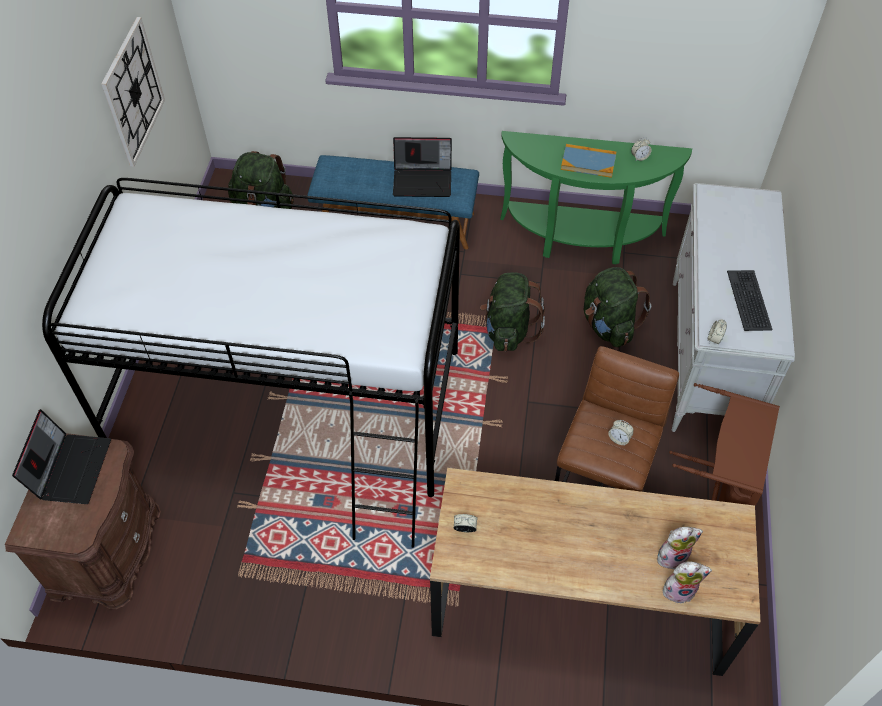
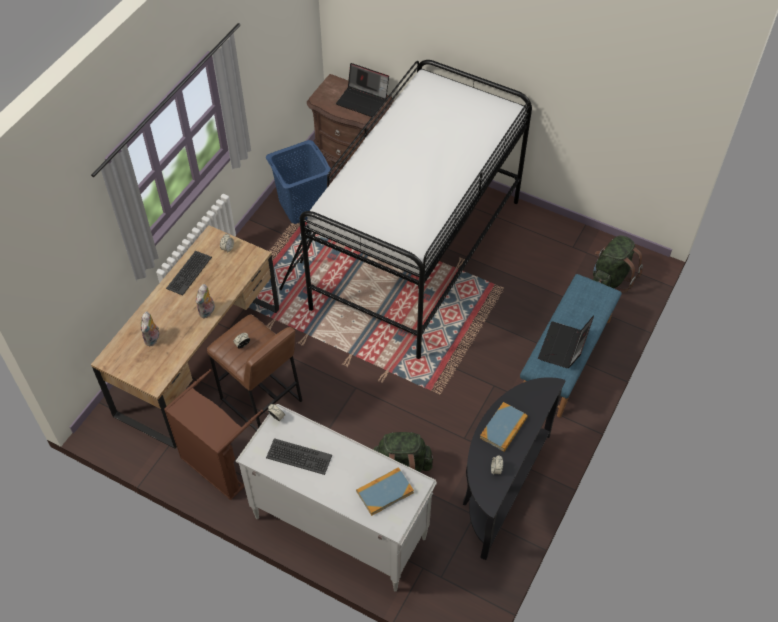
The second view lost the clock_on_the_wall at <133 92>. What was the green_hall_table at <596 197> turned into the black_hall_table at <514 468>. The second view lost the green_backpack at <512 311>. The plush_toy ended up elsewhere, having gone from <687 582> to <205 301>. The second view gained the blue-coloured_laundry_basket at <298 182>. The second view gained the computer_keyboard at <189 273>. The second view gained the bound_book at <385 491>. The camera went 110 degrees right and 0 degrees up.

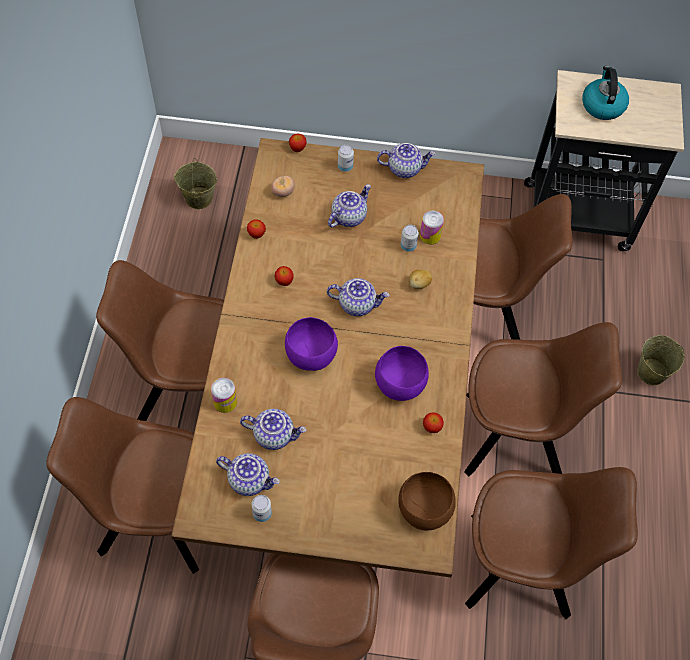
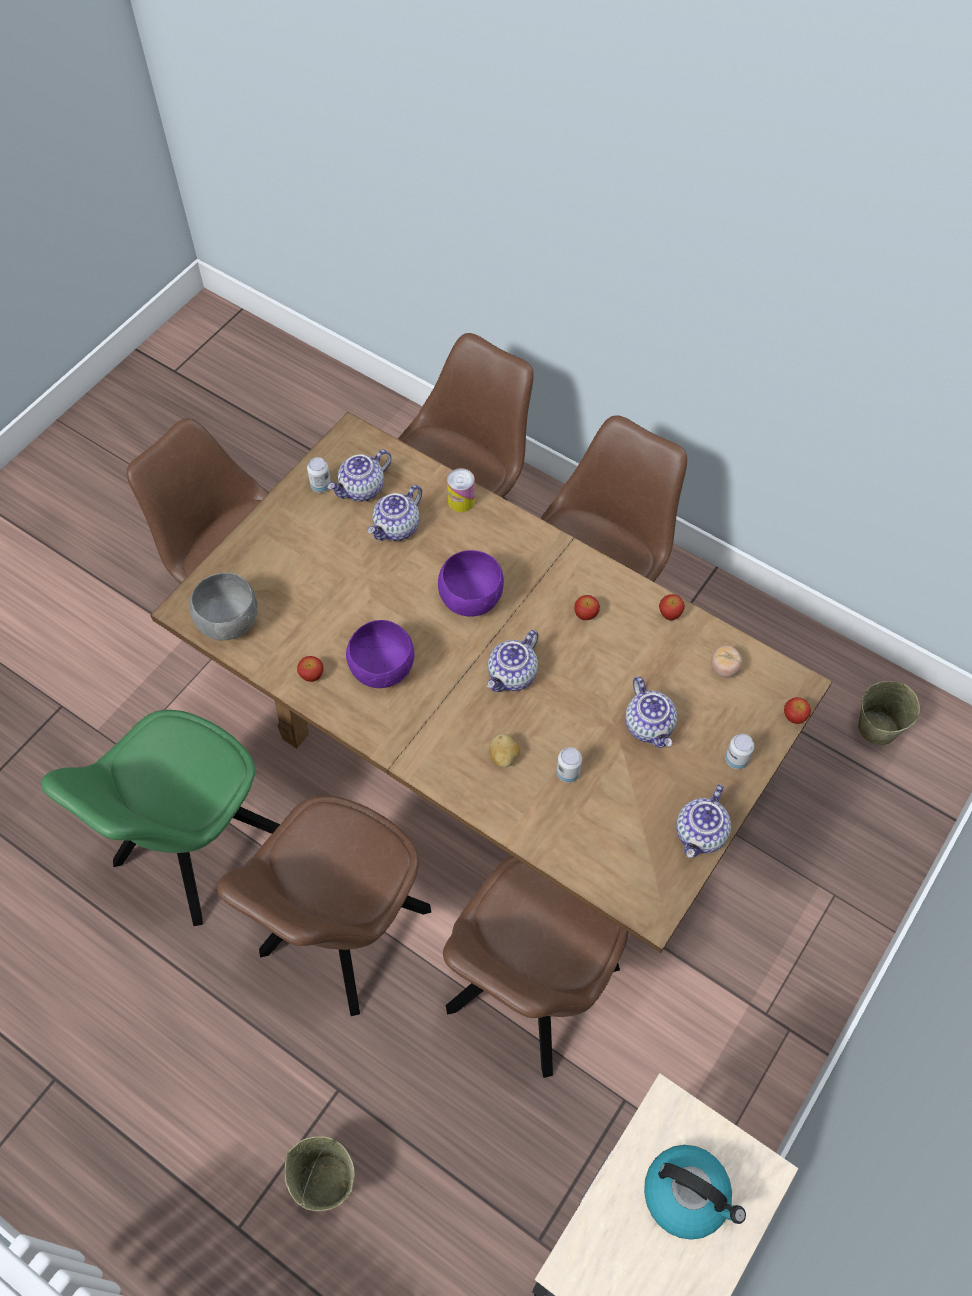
The second view lost the sealed_can at <432 228>. What was the brown-coloured_chair at <551 543> turned into the green_chair at <160 818>. What was the brown-coloured_bowl at <427 501> turned into the grey_bowl at <223 606>. The camera went 120 degrees right and 0 degrees up.

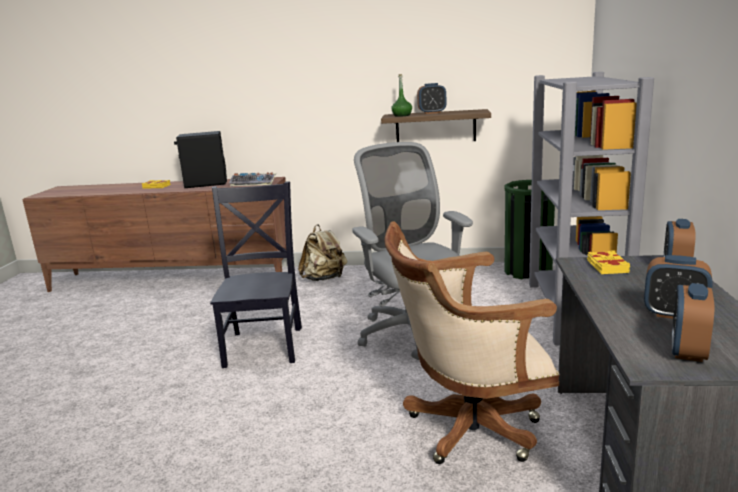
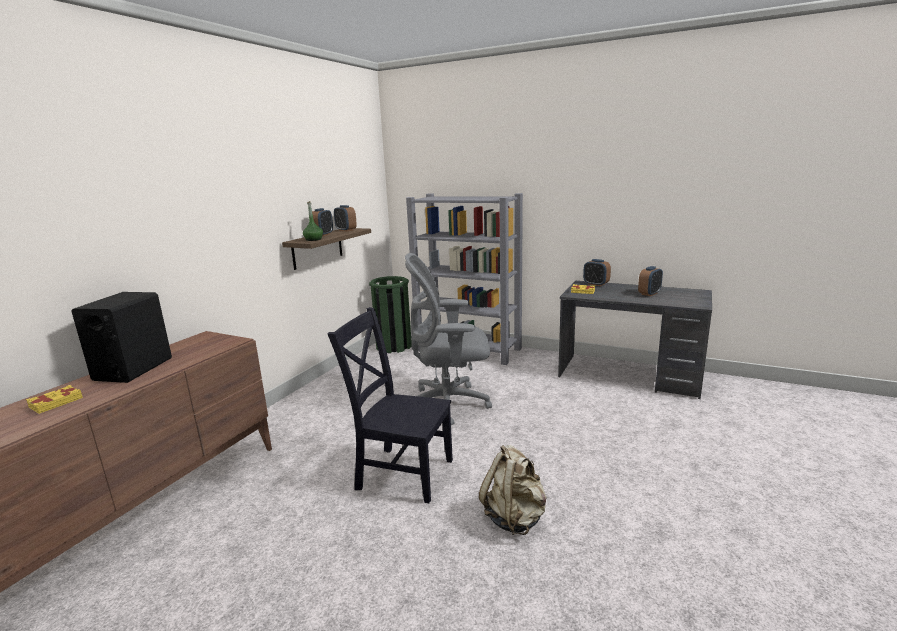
The second view lost the computer_keyboard at <252 179>. The second view lost the computer_chair at <471 342>. The sand-coloured_backpack ended up elsewhere, having gone from <322 252> to <513 490>. The table_clock ended up elsewhere, having gone from <693 322> to <345 218>. The camera went 70 degrees left and 0 degrees up.

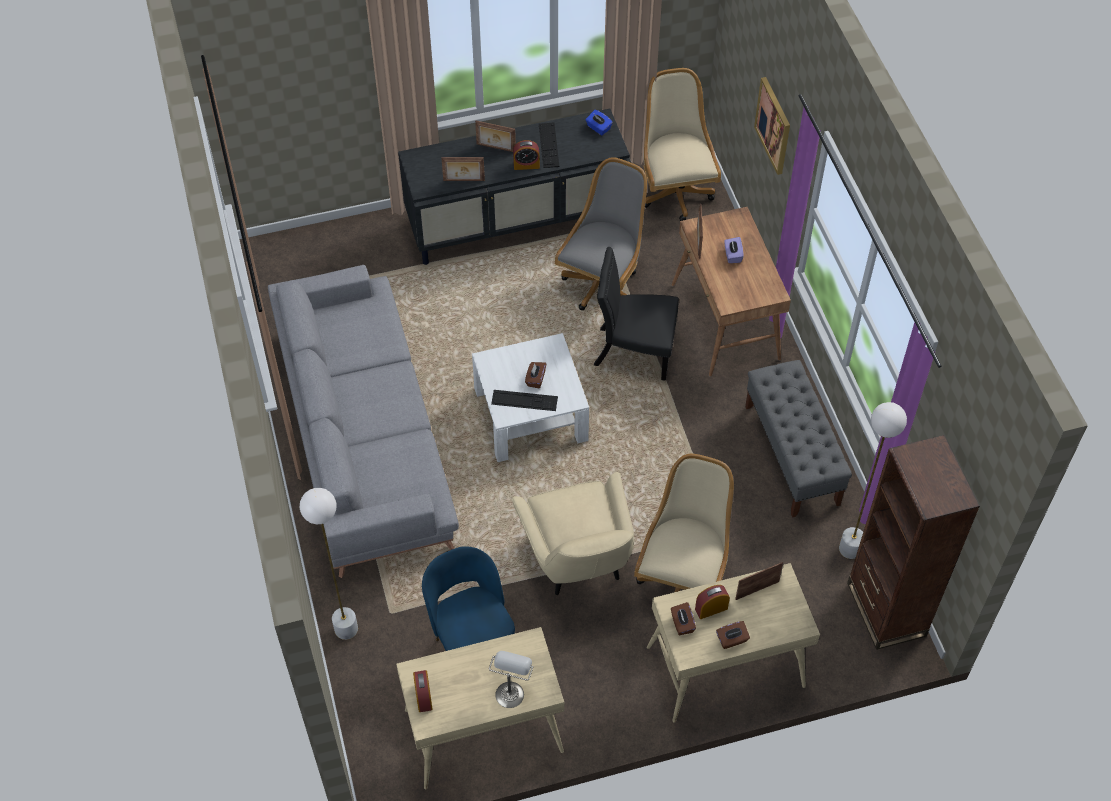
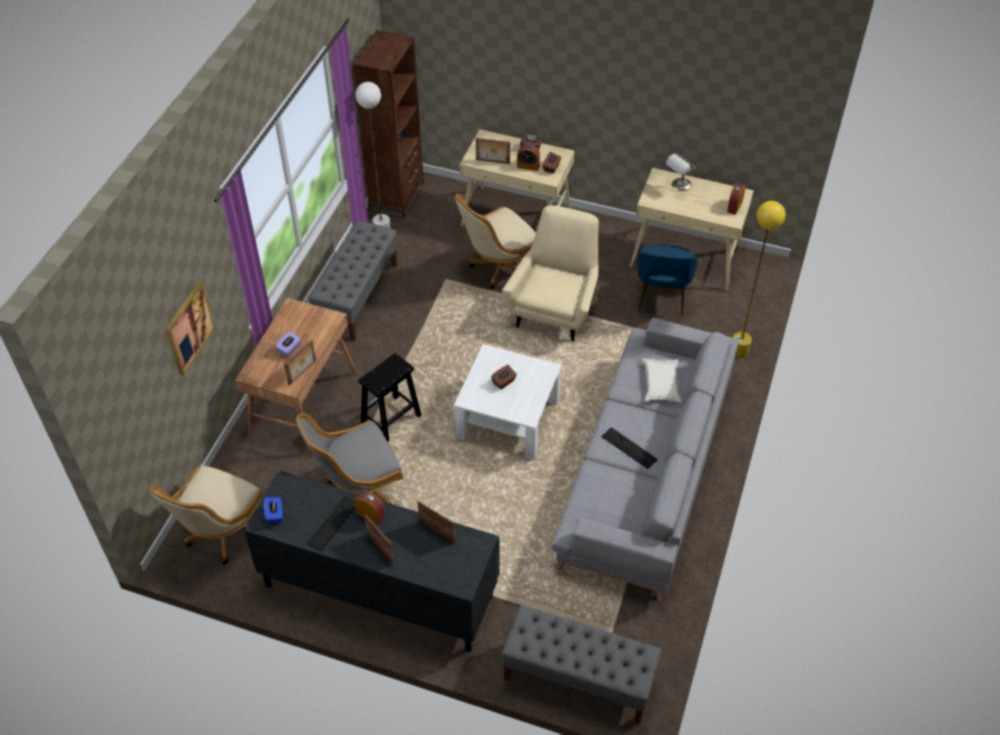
Where the black_chair stood at <636 314>, the black_stool came to stand at <390 397>. The computer_keyboard ended up elsewhere, having gone from <524 400> to <629 448>. What was the white-coloured_floor_lamp at <329 564> turned into the yellow-coloured_floor_lamp at <759 279>. The second view gained the white-coloured_throw_pillow at <662 380>. The second view gained the grey_indoor_bench at <581 664>. The camera went 145 degrees left and 5 degrees down.

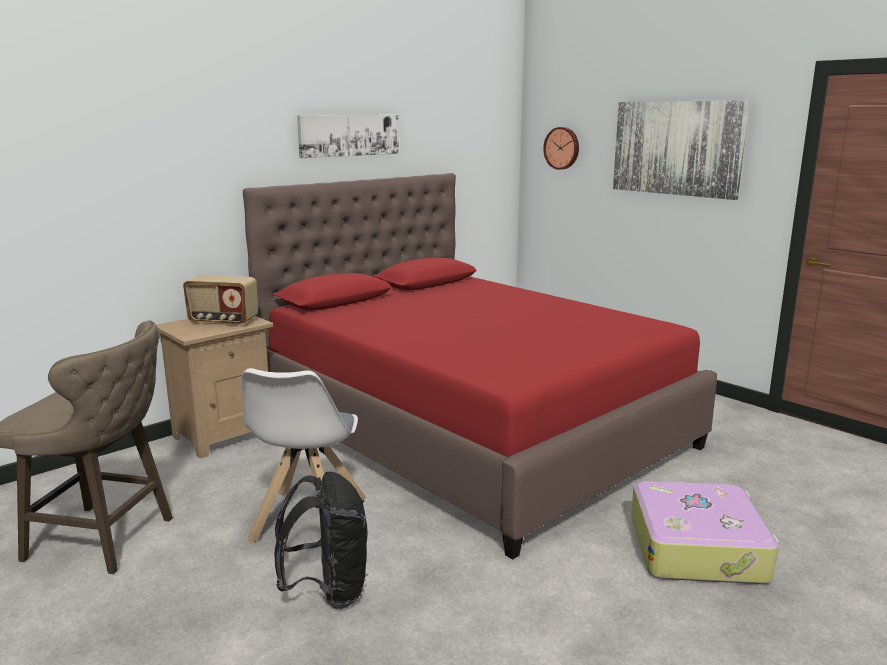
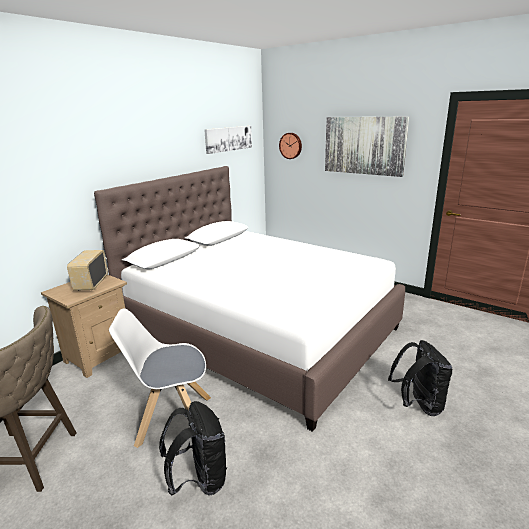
The wall_picture ended up elsewhere, having gone from <348 136> to <228 140>. What was the reddish_sleeping_bed at <480 366> turned into the white-coloured_sleeping_bed at <249 299>. The radio_set at <220 300> ended up facing another way, 90 degrees clockwise from before. The chair at <304 455> ended up facing another way, 90 degrees clockwise from before. Where the suitcase stood at <705 532>, the black_backpack came to stand at <420 378>. The camera went 10 degrees left and 5 degrees up.

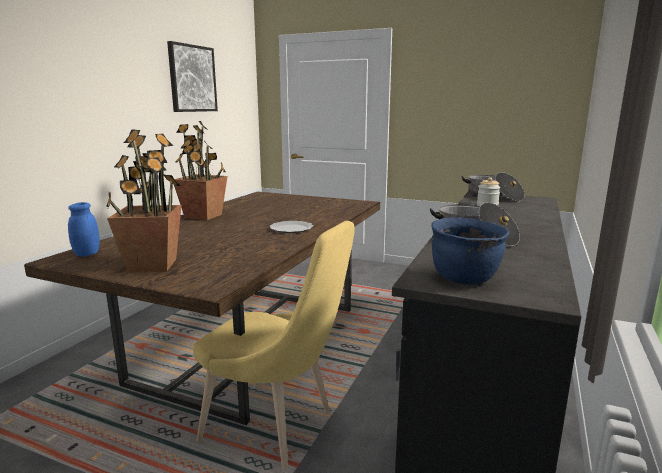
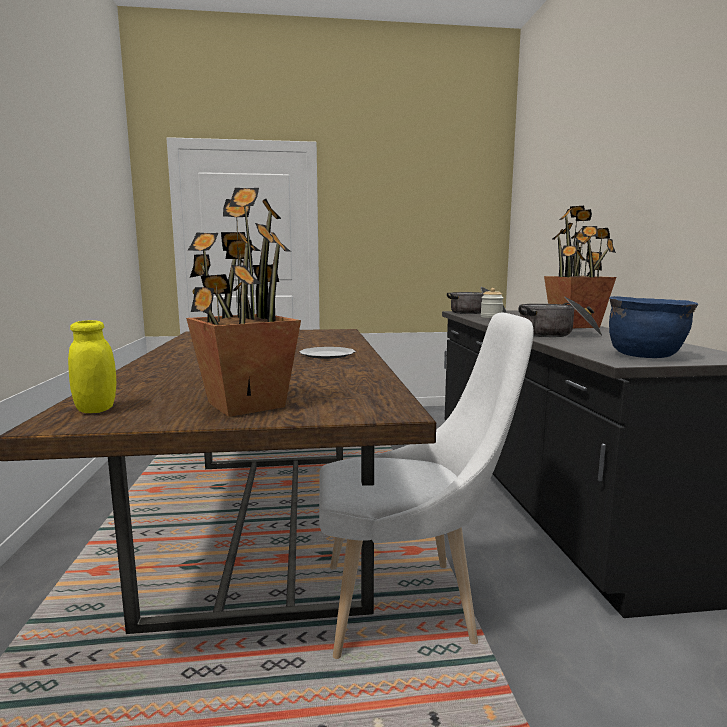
The second view lost the wall_picture at <192 76>. The houseplant ended up elsewhere, having gone from <201 170> to <580 267>. What was the blue-coloured_preserve_jar at <83 229> turned into the yellow-coloured_preserve_jar at <92 366>. What was the yellow-coloured_chair at <274 345> turned into the white-coloured_chair at <426 485>. The camera went 30 degrees left and 5 degrees down.

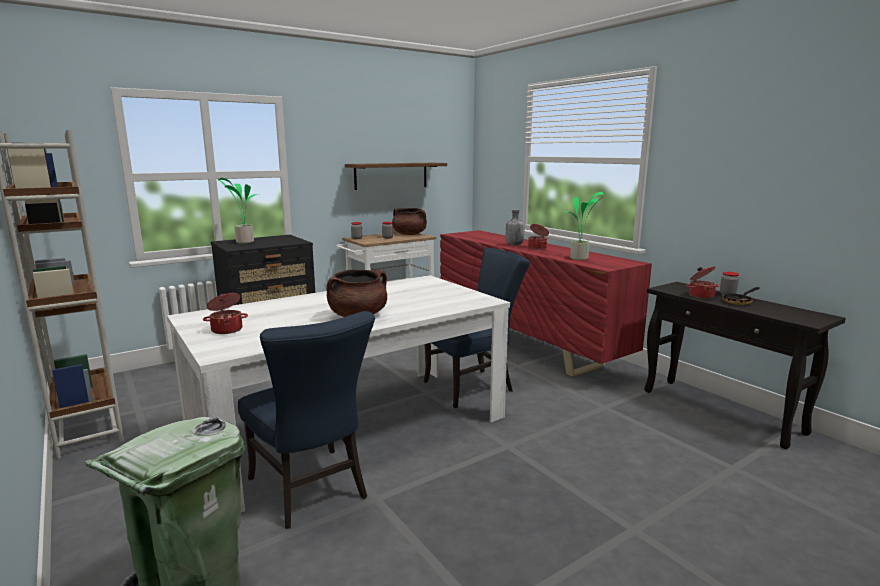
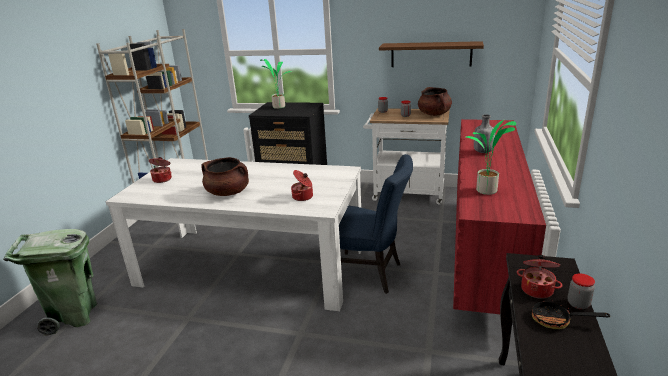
The cooking_pot ended up elsewhere, having gone from <538 236> to <302 185>. The second view lost the blue-coloured_chair at <306 420>. The camera went 50 degrees right and 10 degrees up.

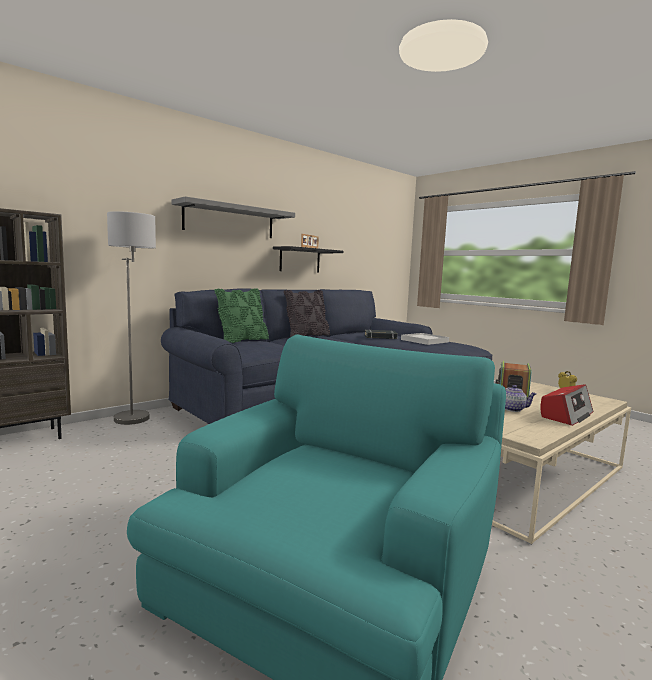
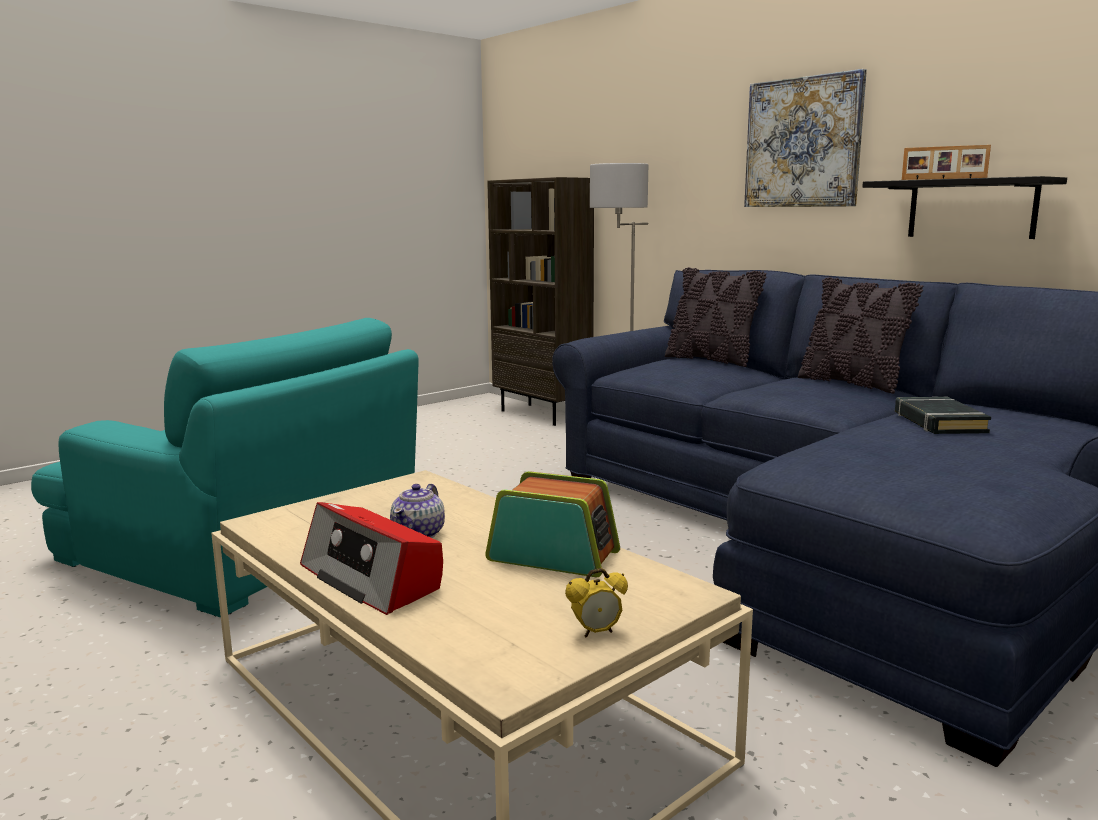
Where the grey_shelf hung at <233 217>, the wall_picture came to hang at <805 138>. What was the green_throw_pillow at <241 315> turned into the black_throw_pillow at <716 317>. The second view lost the white-coloured_serving_tray at <425 339>. The camera went 90 degrees right and 5 degrees up.

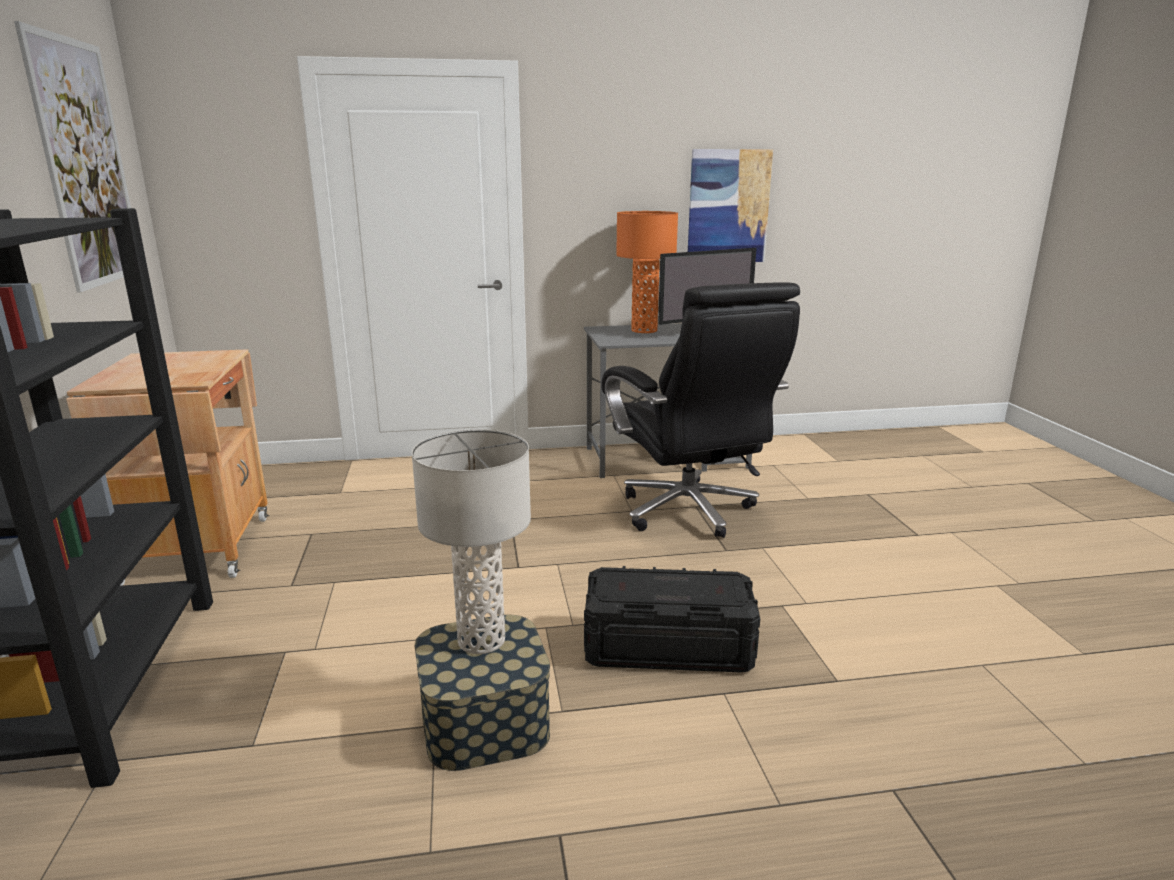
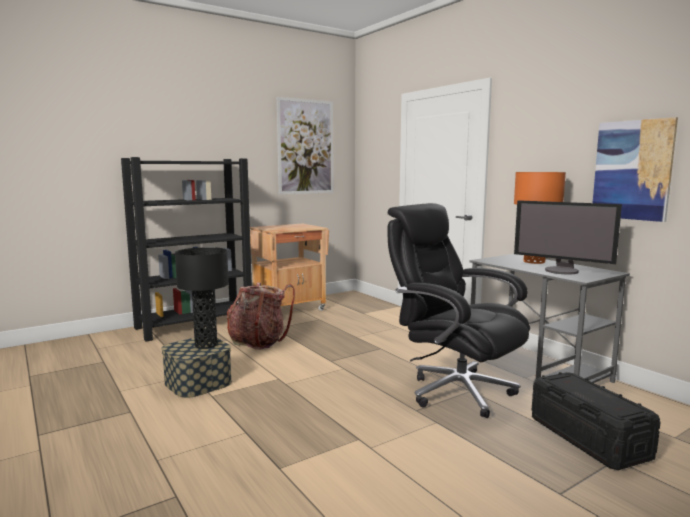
The black_computer_chair at <700 410> ended up facing another way, 90 degrees clockwise from before. What was the white-coloured_table_lamp at <471 541> turned into the black_table_lamp at <202 298>. The black_storage_box ended up elsewhere, having gone from <672 619> to <596 421>. The second view gained the backpack at <261 316>. The camera went 65 degrees right and 10 degrees down.

